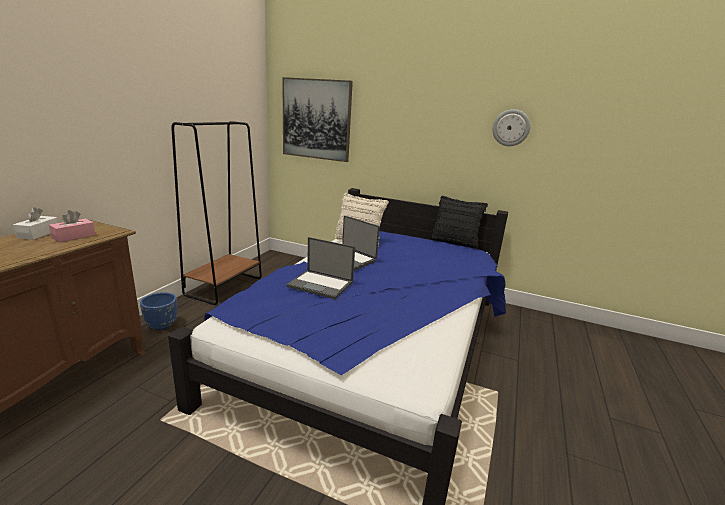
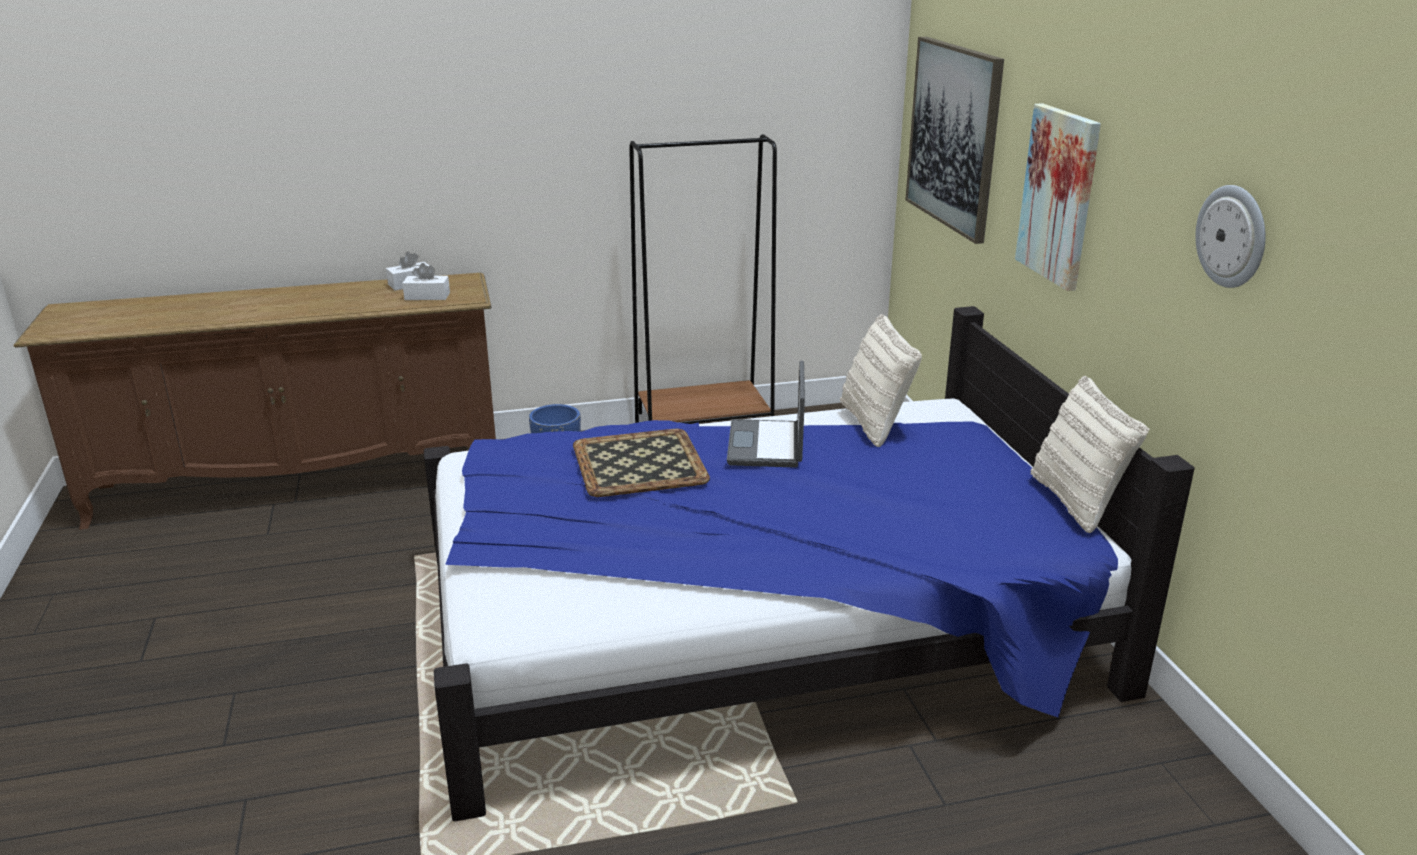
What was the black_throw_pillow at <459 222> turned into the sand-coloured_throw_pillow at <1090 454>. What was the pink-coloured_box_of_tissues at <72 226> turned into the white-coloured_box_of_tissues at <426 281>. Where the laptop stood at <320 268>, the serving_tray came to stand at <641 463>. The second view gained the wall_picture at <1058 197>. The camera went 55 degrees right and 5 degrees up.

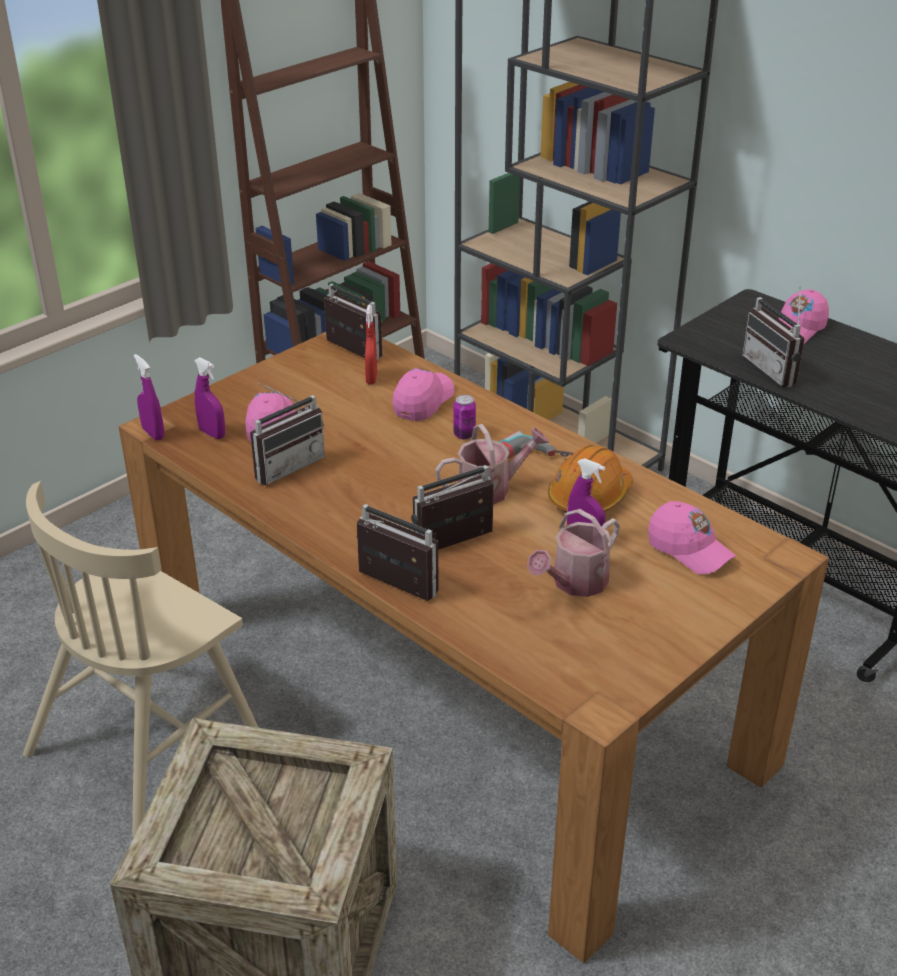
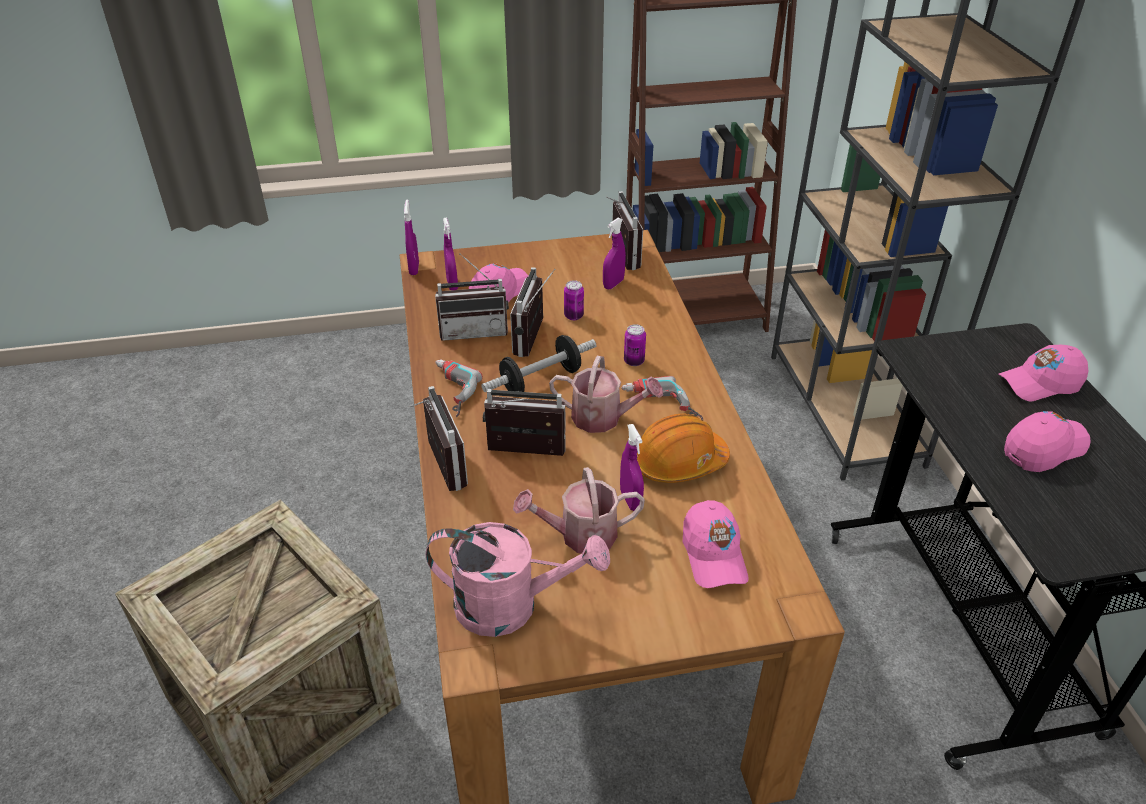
The radio_set ended up elsewhere, having gone from <773 337> to <532 312>. What was the reddish_sprayer at <371 344> turned into the purplish_sprayer at <614 253>. The pink-coloured_peaked_cap ended up elsewhere, having gone from <423 394> to <1047 441>. The second view lost the sand-coloured_chair at <141 659>. The second view gained the sealed_can at <574 300>. The second view gained the dumbbell at <538 363>. The second view gained the power_drill at <459 388>. The second view gained the pink-coloured_sprinkling_can at <518 579>. The camera went 35 degrees right and 5 degrees up.

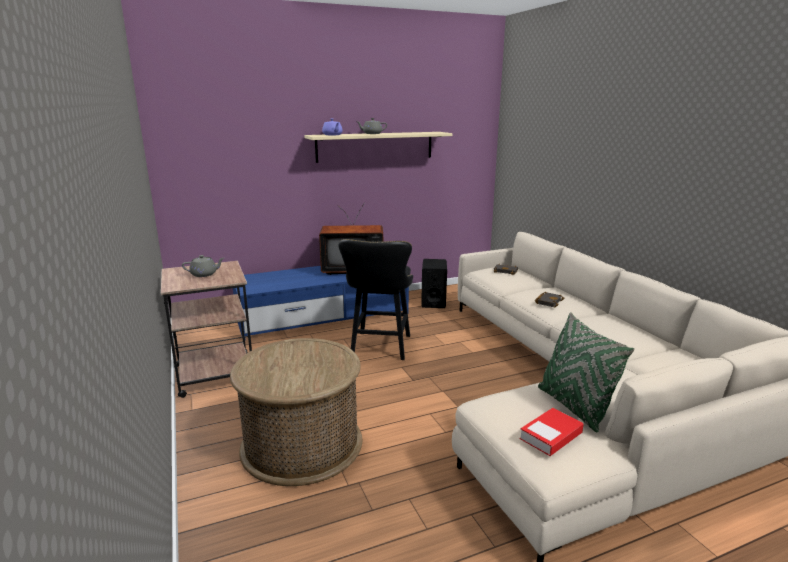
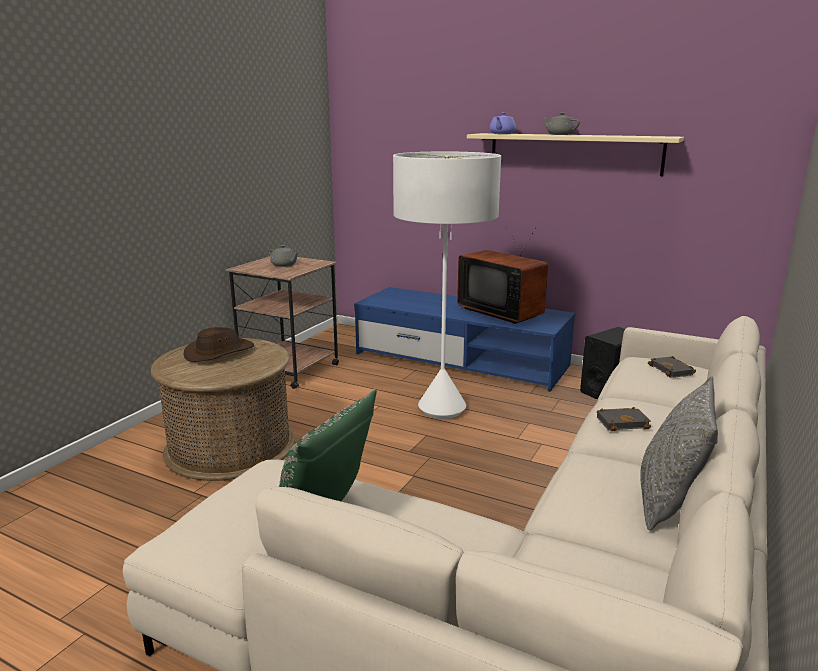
Where the black_stool stood at <375 299>, the white-coloured_floor_lamp came to stand at <447 285>. The second view lost the bound_book at <552 432>. The second view gained the brown-coloured_hat at <218 344>. The second view gained the grey_throw_pillow at <679 453>. The camera went 50 degrees right and 0 degrees up.

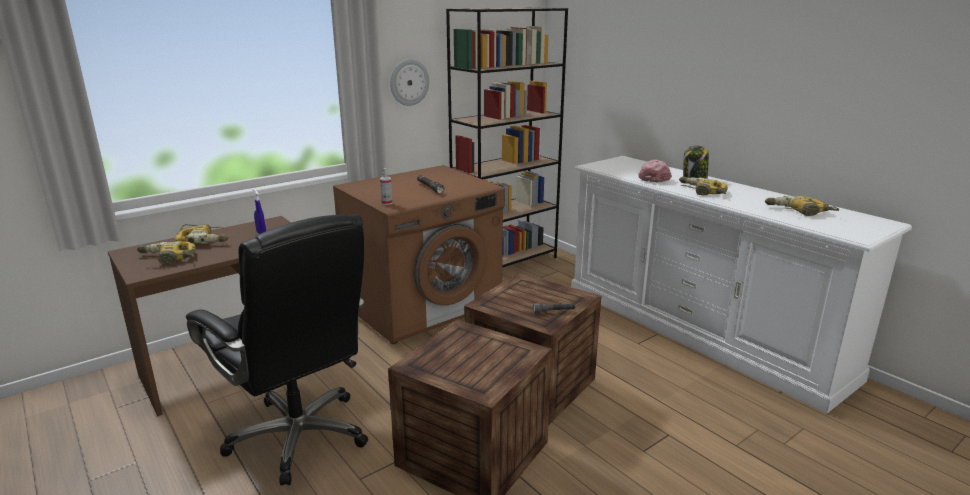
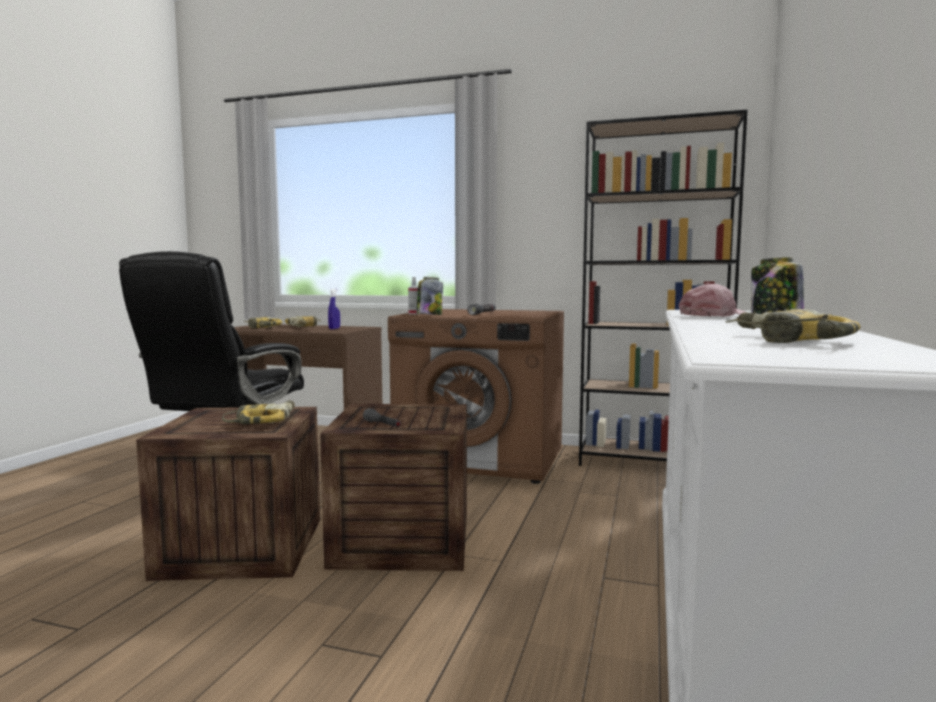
The second view lost the clock_on_the_wall at <409 82>. The power_drill ended up elsewhere, having gone from <703 186> to <258 412>. The second view gained the preserve_jar at <430 296>. The camera went 55 degrees right and 15 degrees down.

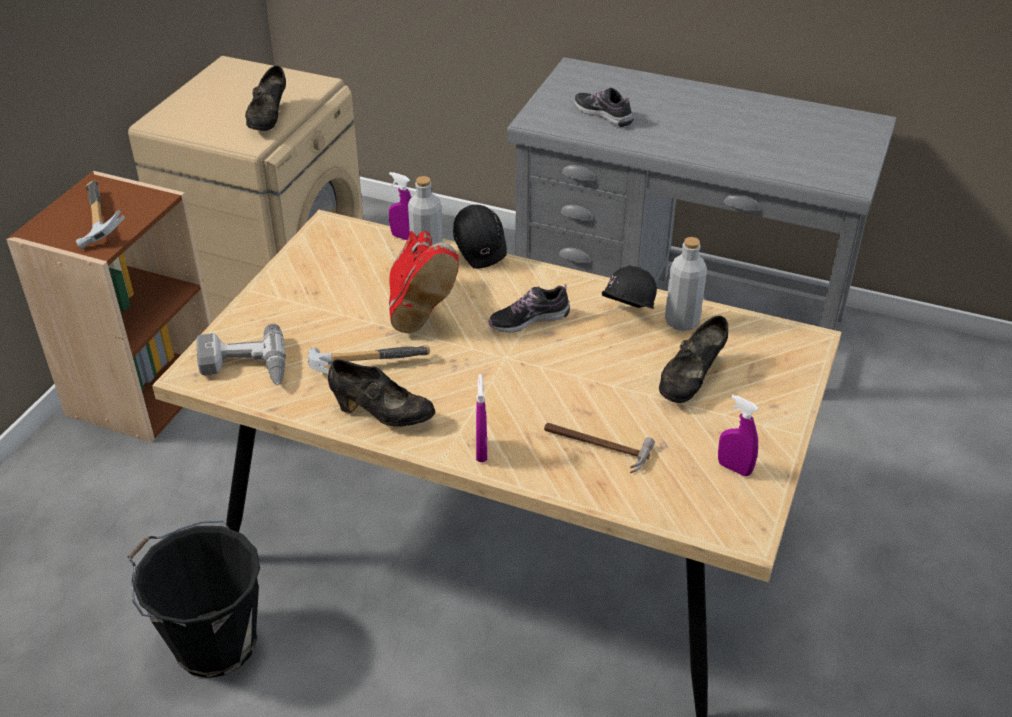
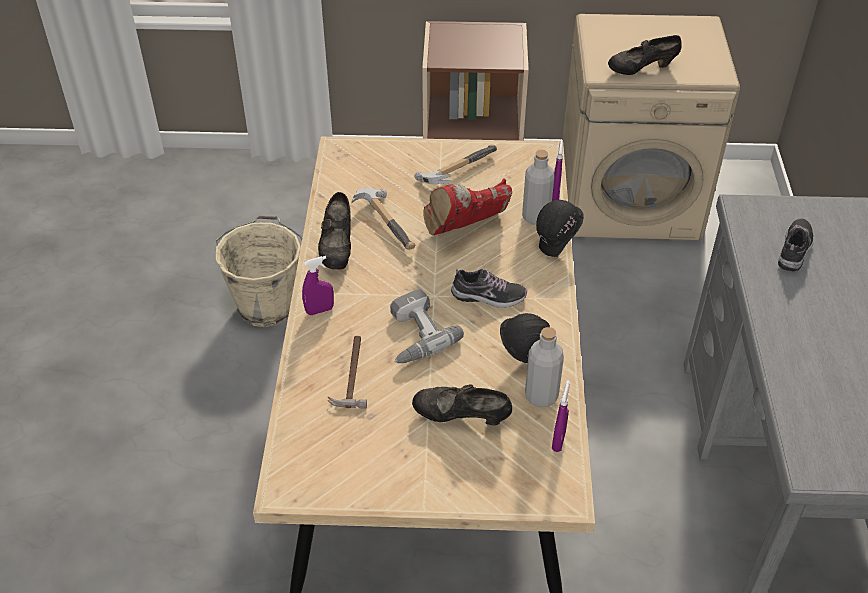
The hammer ended up elsewhere, having gone from <100 214> to <456 164>. The item_of_footwear at <529 308> ended up facing another way, 135 degrees clockwise from before. The power_drill ended up elsewhere, having gone from <241 354> to <427 326>. The purplish_sprayer ended up elsewhere, having gone from <738 435> to <561 416>. What was the black_water_bucket at <193 599> turned into the sand-coloured_water_bucket at <258 271>. The camera went 70 degrees right and 5 degrees up.

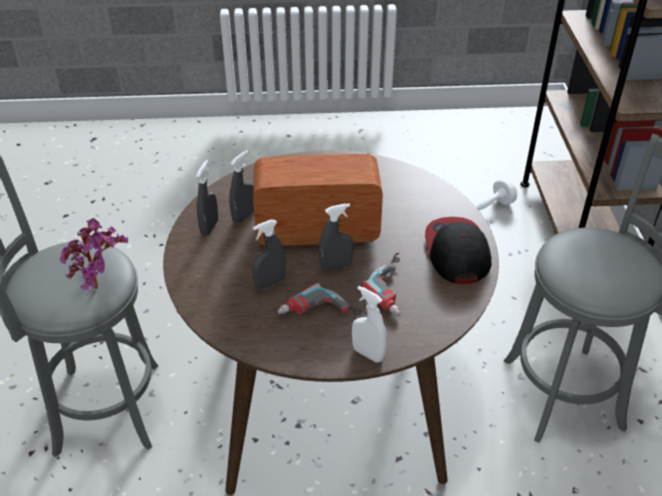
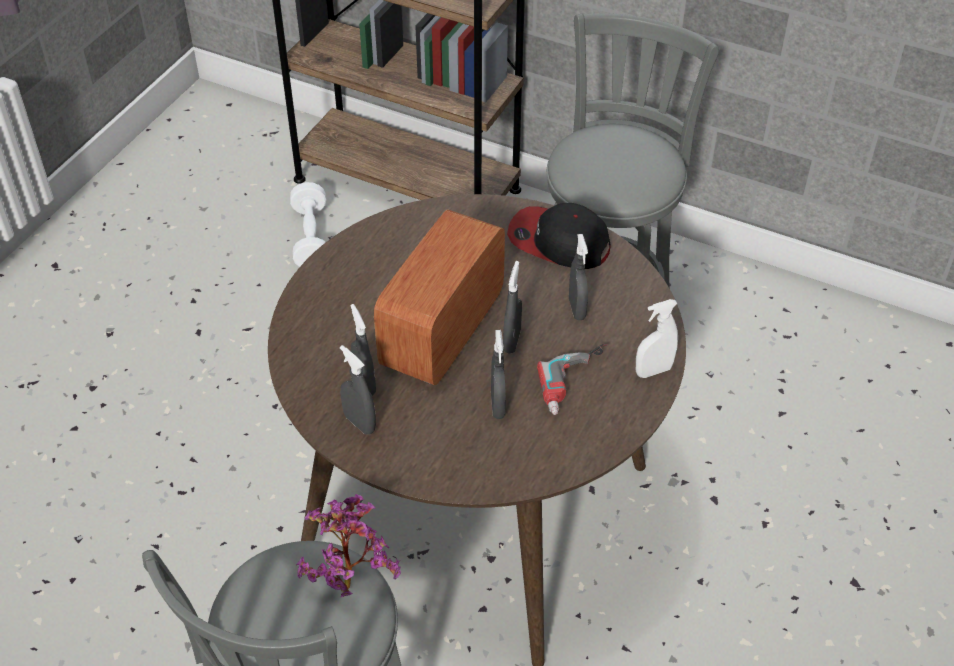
Where the power_drill stood at <381 284>, the grey_sprayer came to stand at <578 277>. The camera went 60 degrees left and 5 degrees up.

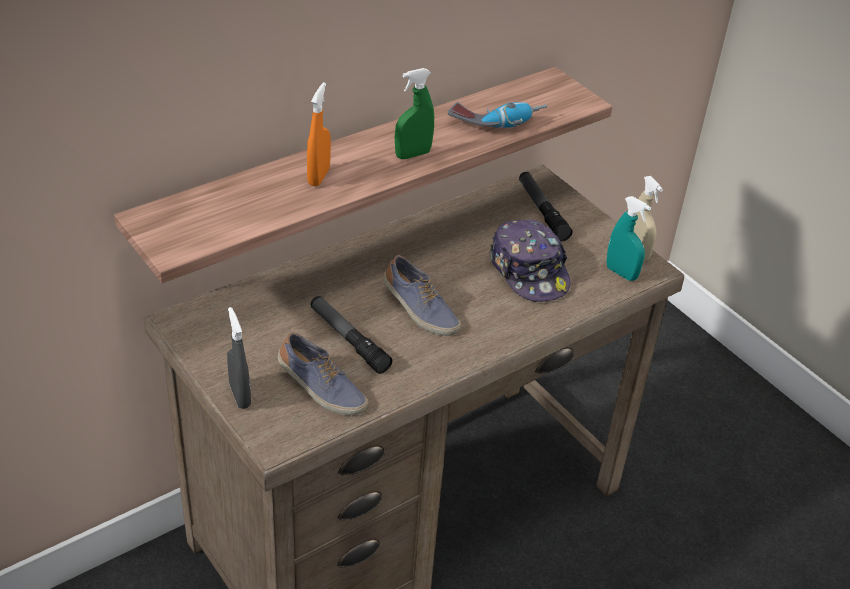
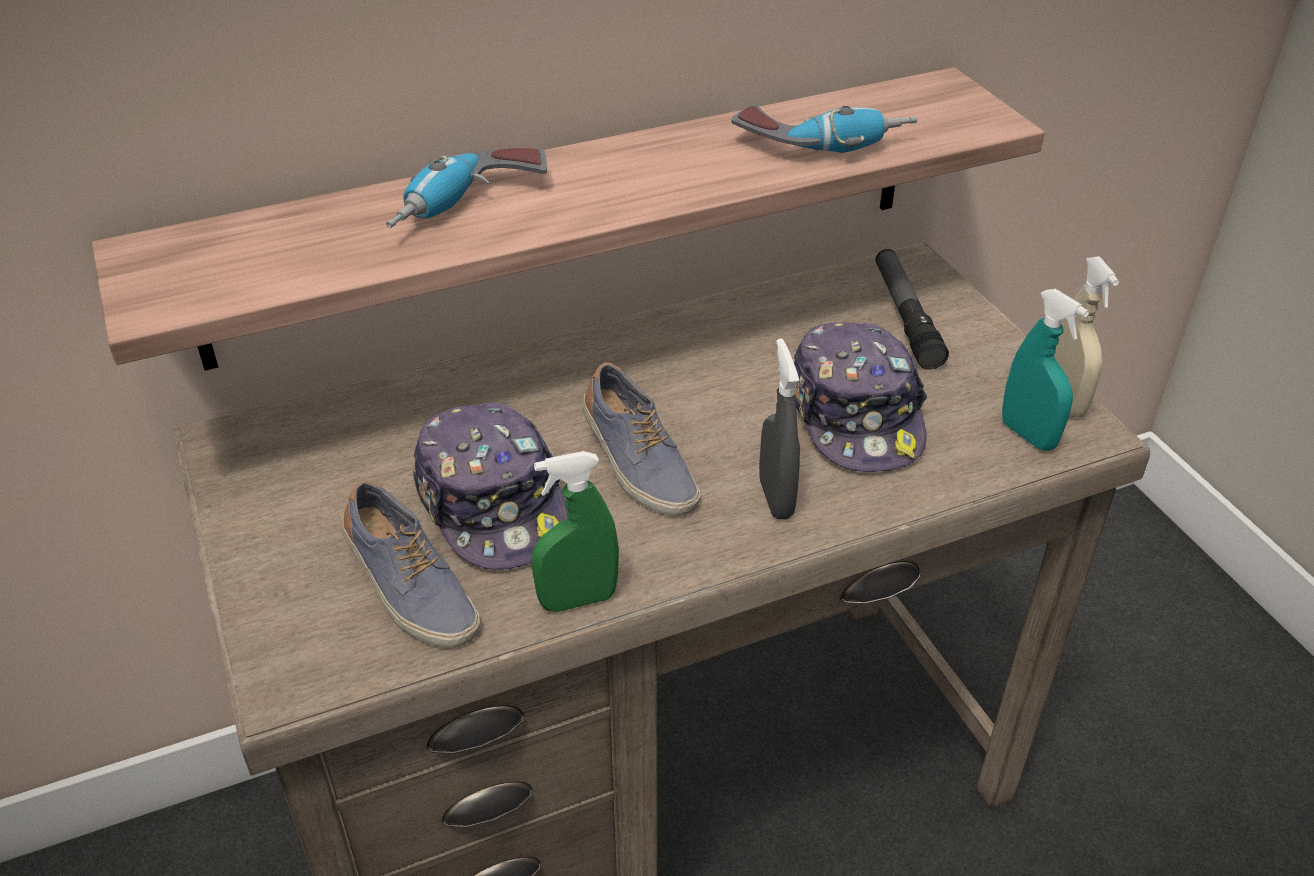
The green_sprayer ended up elsewhere, having gone from <414 113> to <575 531>. Where the orange_sprayer stood at <319 134>, the power_drill came to stand at <466 188>. Where the torch stood at <351 335>, the peaked_cap came to stand at <490 486>. The grey_sprayer ended up elsewhere, having gone from <239 358> to <779 429>. The camera went 15 degrees right and 0 degrees up.

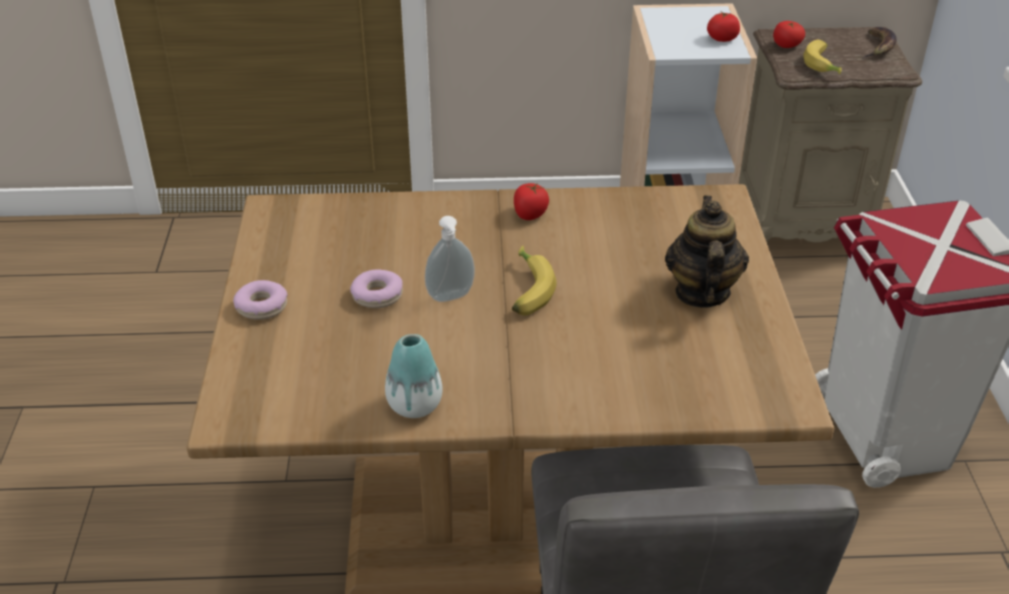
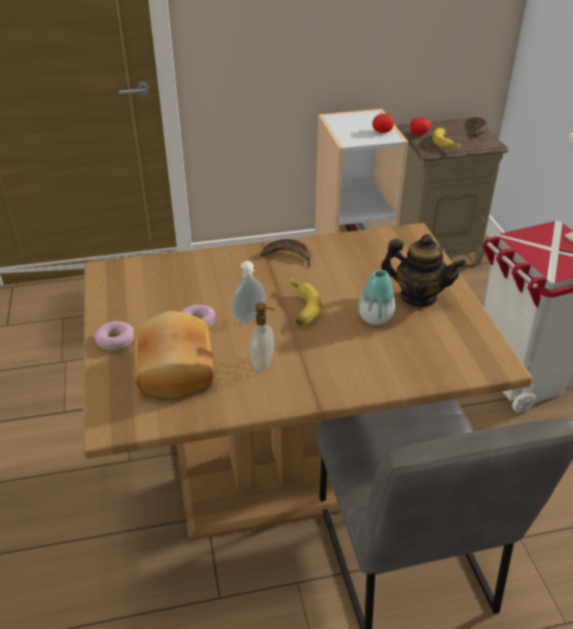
Where the fresh_tomato stood at <531 201>, the whole_banana came to stand at <286 253>. The pot_for_tea at <707 251> ended up facing another way, 120 degrees clockwise from before. The vase ended up elsewhere, having gone from <414 376> to <377 297>. The second view gained the liquid_soap_bottle at <262 336>. The second view gained the baked_bread at <174 355>. The camera went 10 degrees left and 0 degrees up.

